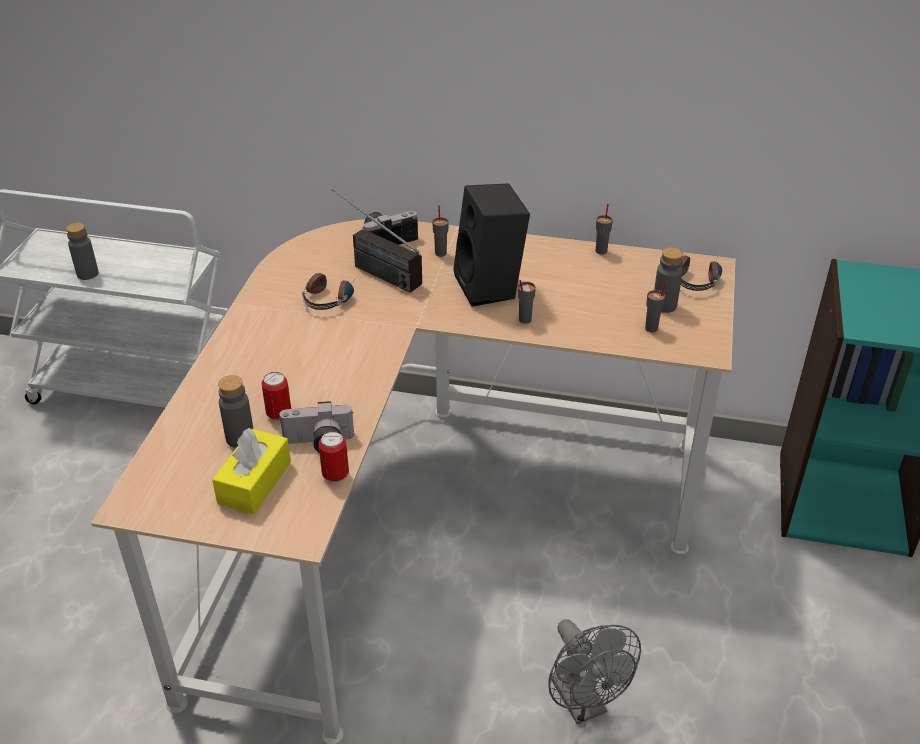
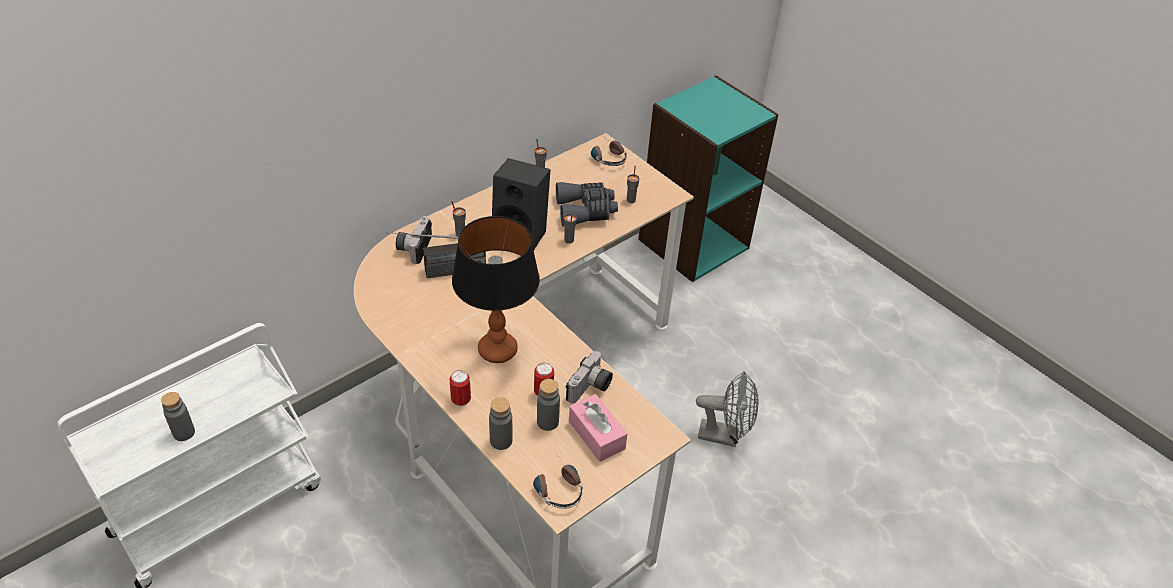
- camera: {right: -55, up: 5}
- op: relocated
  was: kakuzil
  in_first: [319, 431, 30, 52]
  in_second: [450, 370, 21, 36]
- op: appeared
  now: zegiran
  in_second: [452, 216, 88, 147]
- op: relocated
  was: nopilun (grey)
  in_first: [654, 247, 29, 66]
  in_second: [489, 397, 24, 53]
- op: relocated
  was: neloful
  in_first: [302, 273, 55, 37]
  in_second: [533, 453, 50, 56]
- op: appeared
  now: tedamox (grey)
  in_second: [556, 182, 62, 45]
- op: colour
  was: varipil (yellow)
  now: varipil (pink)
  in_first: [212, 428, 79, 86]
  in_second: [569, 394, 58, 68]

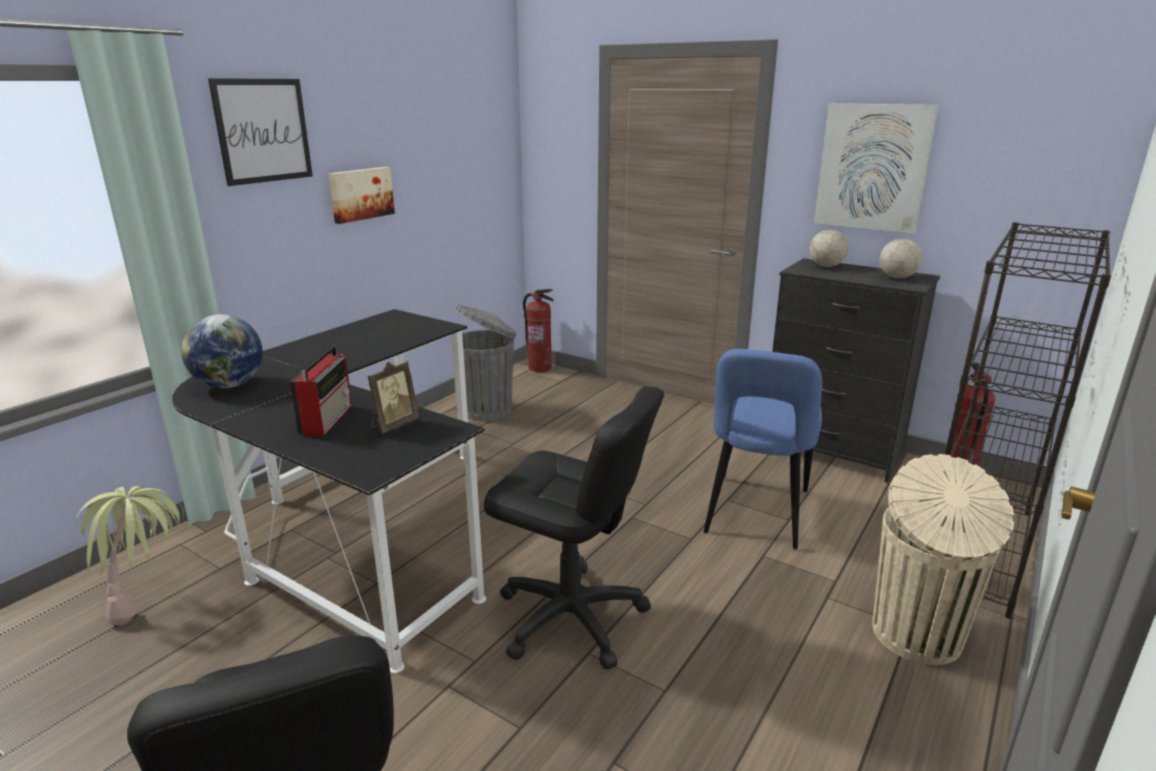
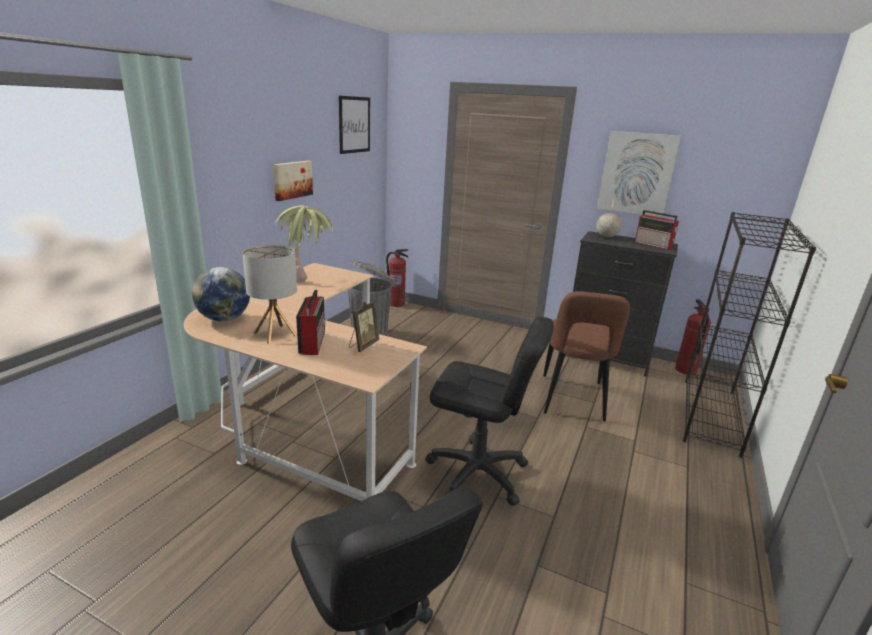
- camera: {right: -10, up: 0}
- op: colour
  was: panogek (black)
  now: panogek (beige)
  in_first: [172, 309, 314, 364]
  in_second: [184, 263, 243, 238]
- op: appeared
  now: zegiran
  in_second: [242, 245, 55, 99]
- op: relocated
  was: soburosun
  in_first: [75, 486, 109, 139]
  in_second: [275, 205, 58, 78]
- op: relocated
  was: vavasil
  in_first: [208, 78, 105, 108]
  in_second: [339, 96, 31, 58]
- op: colour
  was: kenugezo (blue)
  now: kenugezo (brown)
  in_first: [704, 349, 118, 200]
  in_second: [543, 291, 87, 130]
- op: exchanged
  was: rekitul
  now: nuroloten
  in_first: [880, 216, 42, 62]
  in_second: [635, 210, 44, 40]
- op: missing
  was: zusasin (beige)
  in_first: [872, 454, 142, 211]

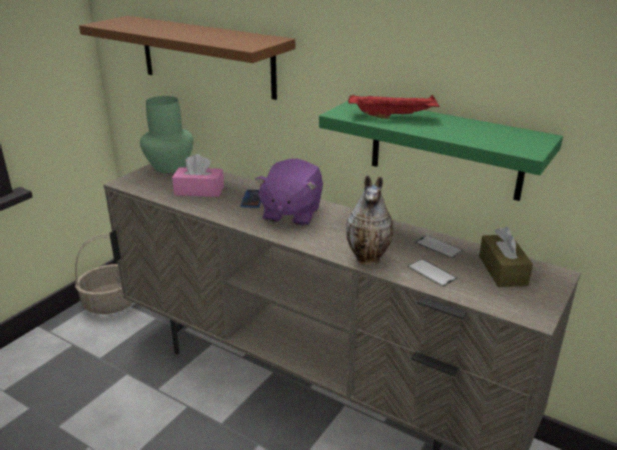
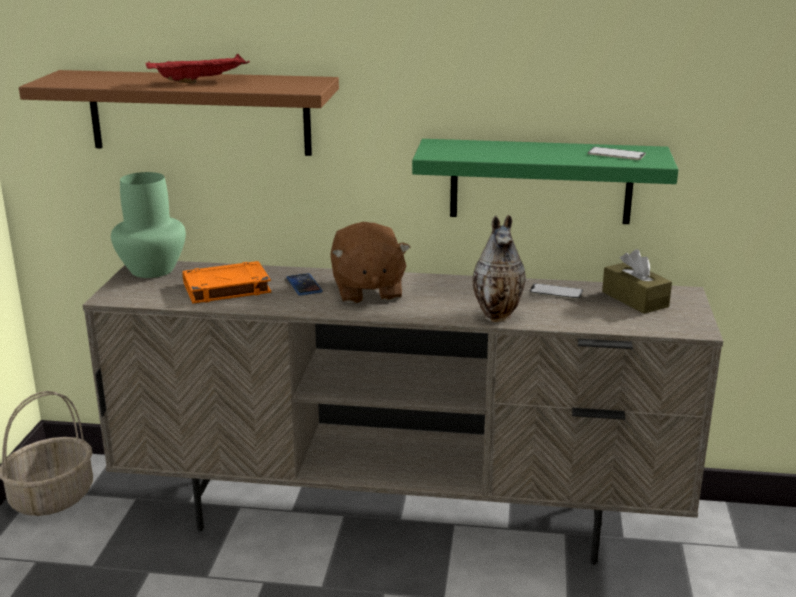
- camera: {right: -25, up: -5}
- op: relocated
  was: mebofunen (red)
  in_first: [348, 94, 92, 25]
  in_second: [146, 54, 104, 29]
- op: exchanged
  was: varipil (pink)
  now: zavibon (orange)
  in_first: [172, 154, 52, 43]
  in_second: [182, 261, 89, 43]
- op: colour
  was: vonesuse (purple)
  now: vonesuse (brown)
  in_first: [255, 159, 68, 67]
  in_second: [331, 222, 79, 82]
- op: relocated
  was: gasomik
  in_first: [408, 259, 49, 28]
  in_second: [588, 147, 58, 13]

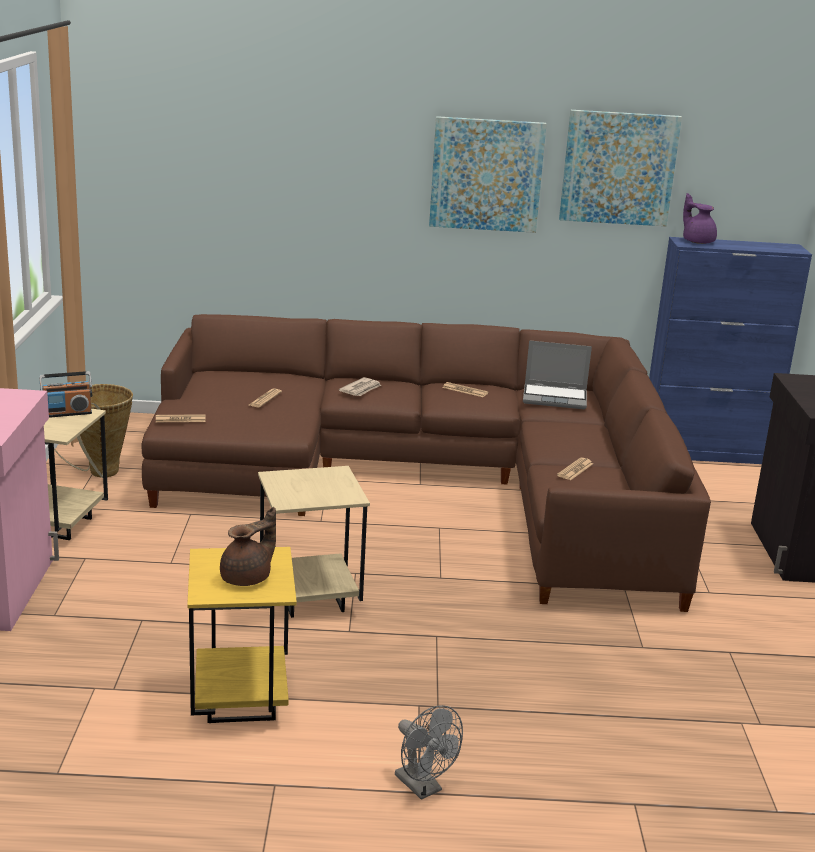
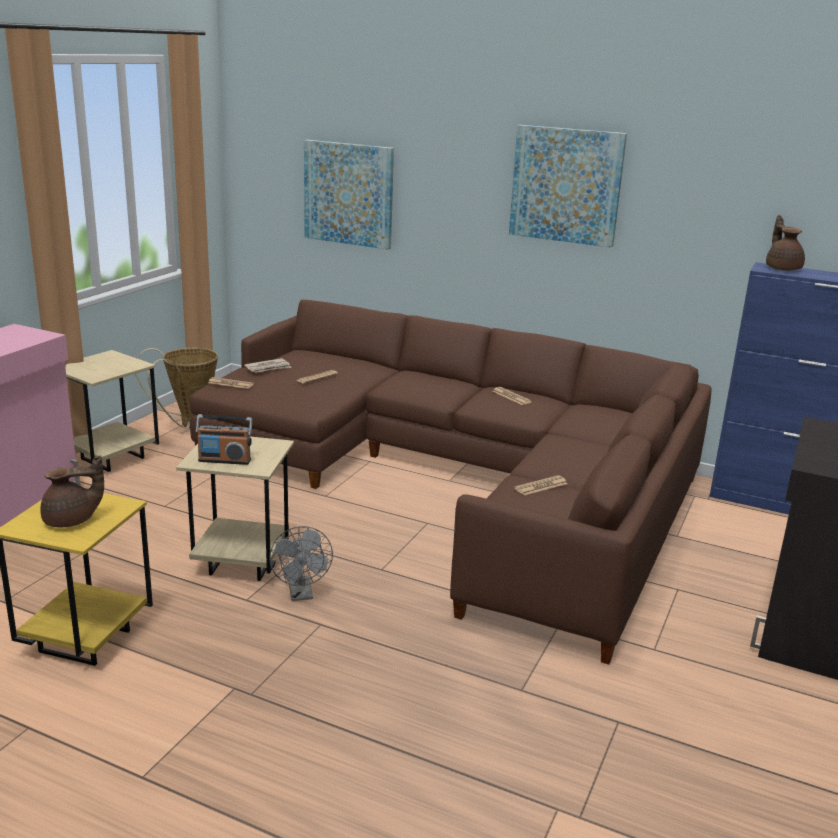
- camera: {right: 25, up: 0}
- op: relocated
  was: nuroloten
  in_first: [39, 371, 53, 47]
  in_second: [196, 414, 56, 51]
- op: relocated
  was: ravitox
  in_first: [339, 377, 42, 19]
  in_second: [244, 358, 48, 15]
- op: relocated
  was: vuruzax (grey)
  in_first: [395, 705, 68, 95]
  in_second: [269, 526, 64, 75]
- op: relocated
  was: vavasil
  in_first: [559, 110, 123, 116]
  in_second: [304, 140, 90, 110]
- op: colour
  was: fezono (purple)
  now: fezono (brown)
  in_first: [683, 193, 34, 51]
  in_second: [766, 215, 39, 56]
- op: missing
  was: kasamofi
  in_first: [523, 340, 69, 69]

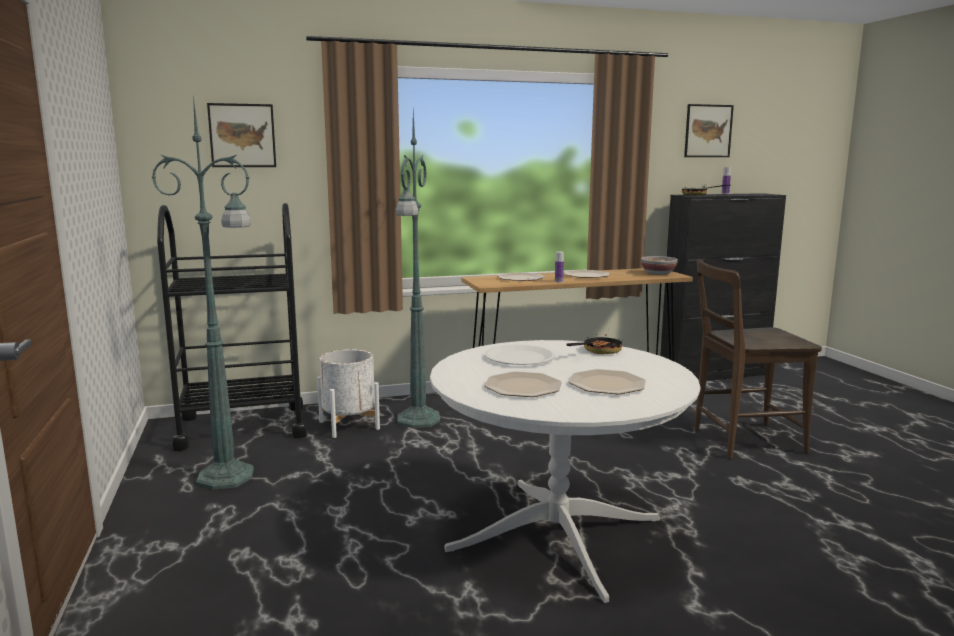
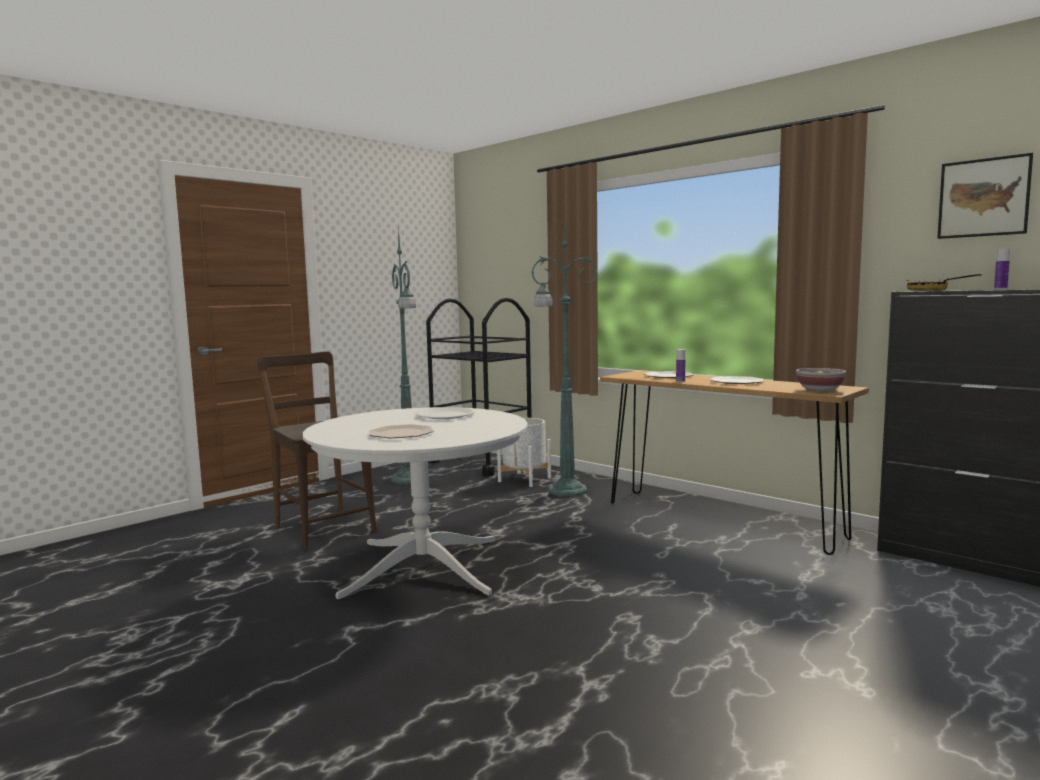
- camera: {right: 60, up: -5}
- op: relocated
  was: kenugezo (brown)
  in_first: [694, 260, 128, 199]
  in_second: [258, 351, 120, 199]
- op: missing
  was: vavasil
  in_first: [207, 103, 69, 64]
- op: missing
  was: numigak
  in_first: [484, 371, 77, 26]
- op: missing
  was: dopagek
  in_first: [566, 334, 56, 20]

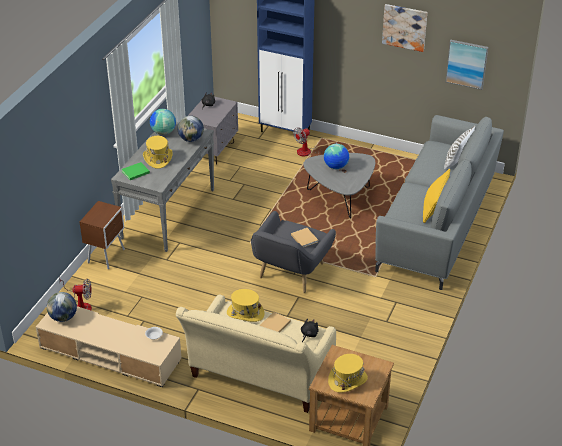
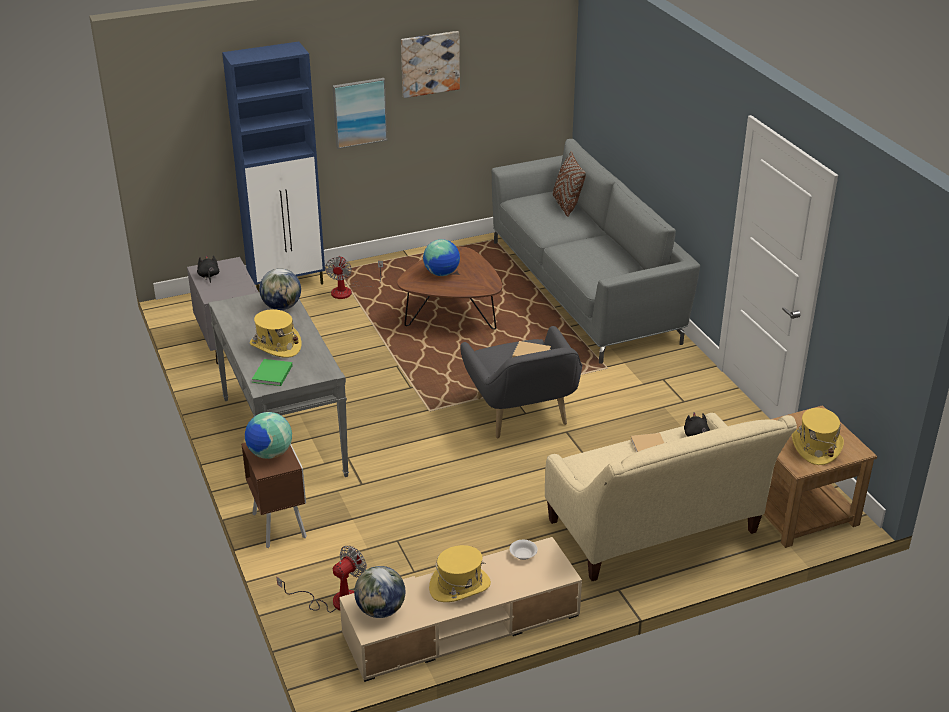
- camera: {right: -45, up: -5}
- op: relocated
  was: rekitul
  in_first: [150, 109, 26, 26]
  in_second: [245, 412, 47, 47]
- op: relocated
  was: vavasil
  in_first: [445, 40, 43, 50]
  in_second: [333, 78, 54, 71]
- op: colour
  was: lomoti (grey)
  now: lomoti (brown)
  in_first: [303, 153, 72, 66]
  in_second: [397, 246, 105, 83]
- op: relocated
  was: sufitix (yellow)
  in_first: [227, 289, 37, 33]
  in_second: [429, 545, 62, 57]
- op: colour
  was: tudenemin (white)
  now: tudenemin (brown)
  in_first: [444, 126, 31, 43]
  in_second: [553, 151, 33, 66]
- op: missing
  was: tudenemin (yellow)
  in_first: [423, 169, 27, 54]

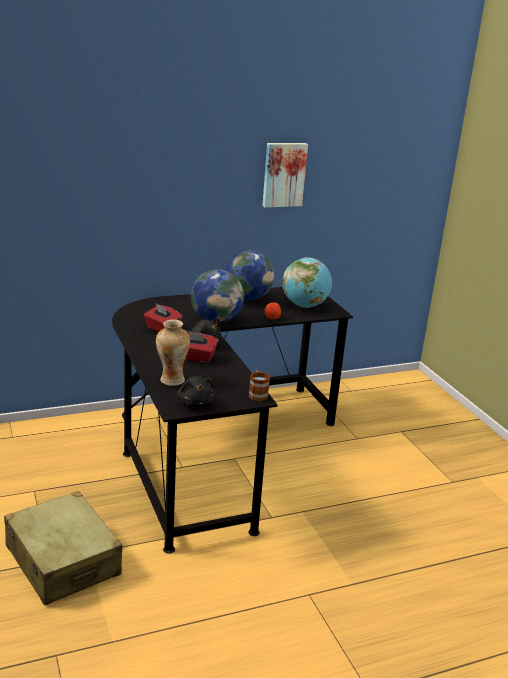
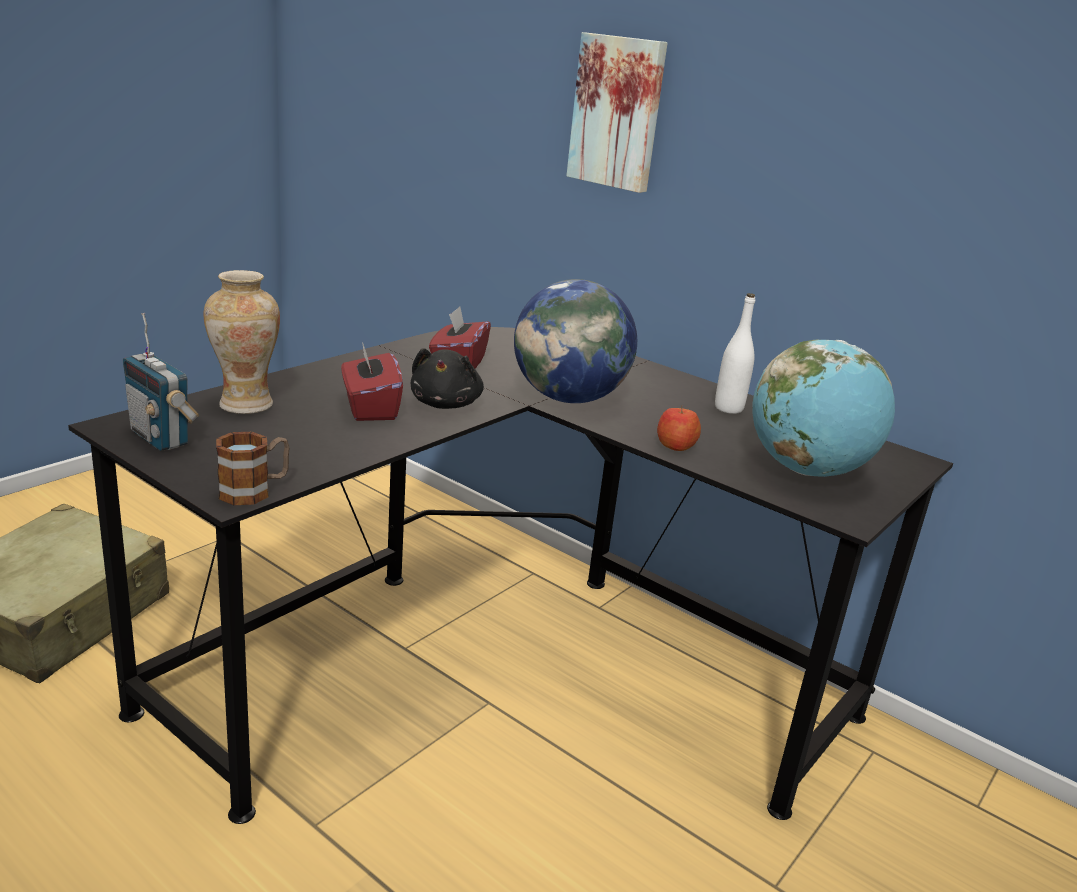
- camera: {right: 60, up: 0}
- op: exchanged
  was: vonesuse (black)
  now: nuroloten
  in_first: [177, 376, 38, 31]
  in_second: [123, 313, 77, 138]
- op: relocated
  was: vavasil
  in_first: [262, 143, 46, 65]
  in_second: [566, 32, 102, 161]
- op: exchanged
  was: rekitul
  now: nopilun (white)
  in_first: [225, 251, 49, 49]
  in_second: [715, 293, 40, 121]

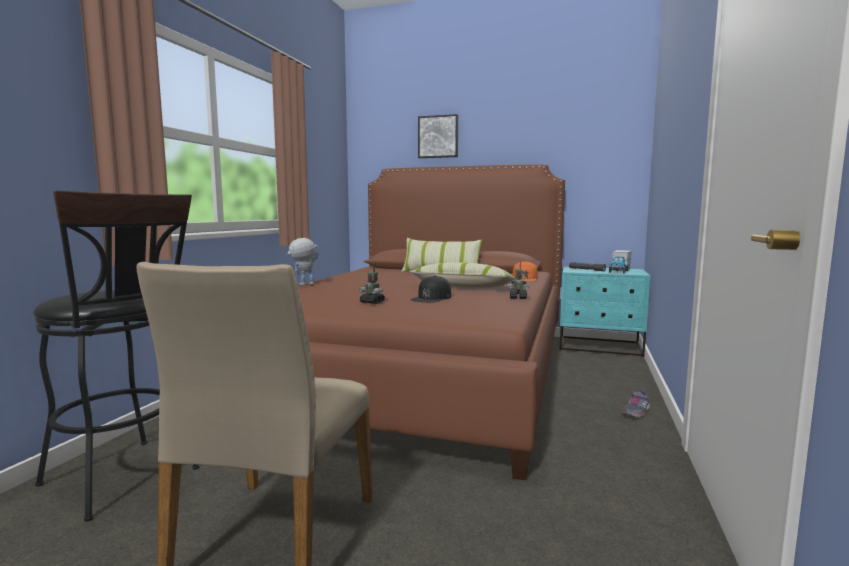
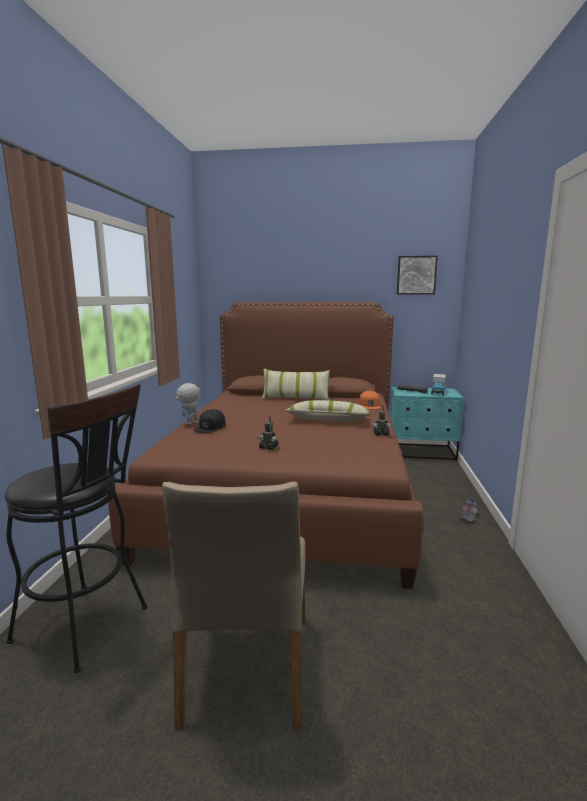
- camera: {right: -10, up: 5}
- op: relocated
  was: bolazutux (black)
  in_first: [411, 275, 40, 27]
  in_second: [193, 409, 33, 24]
- op: relocated
  was: vavasil
  in_first: [418, 114, 40, 44]
  in_second: [397, 256, 41, 39]

